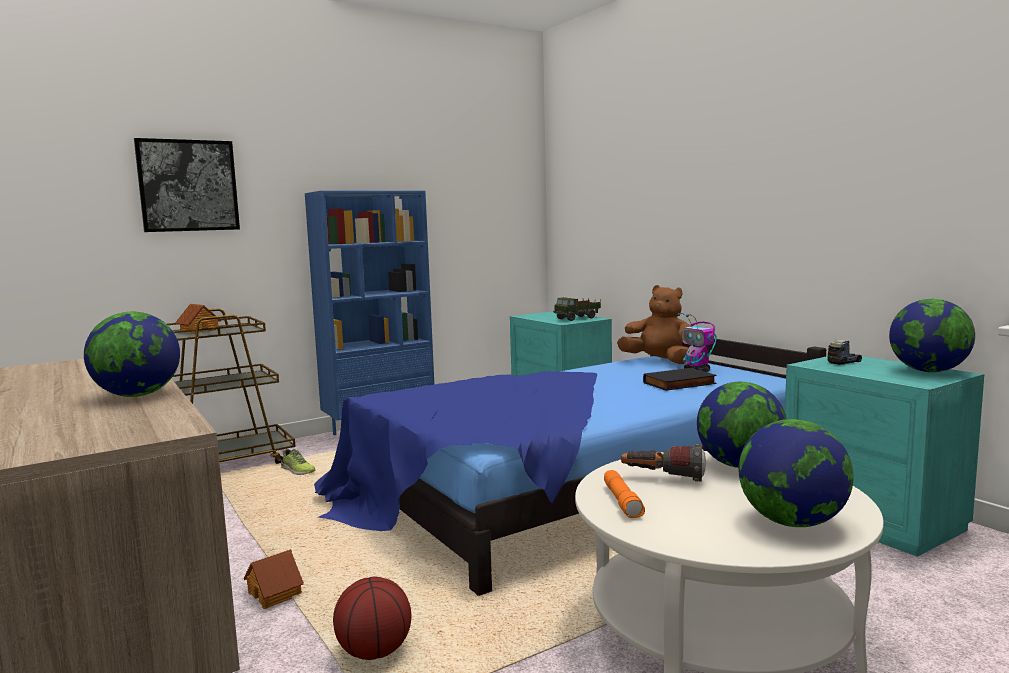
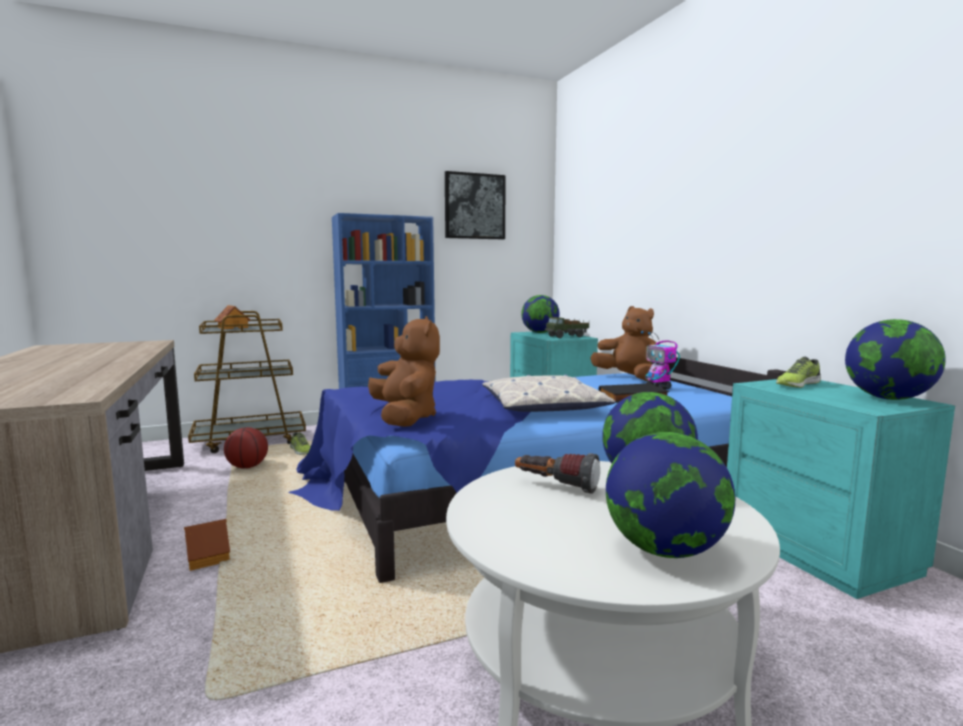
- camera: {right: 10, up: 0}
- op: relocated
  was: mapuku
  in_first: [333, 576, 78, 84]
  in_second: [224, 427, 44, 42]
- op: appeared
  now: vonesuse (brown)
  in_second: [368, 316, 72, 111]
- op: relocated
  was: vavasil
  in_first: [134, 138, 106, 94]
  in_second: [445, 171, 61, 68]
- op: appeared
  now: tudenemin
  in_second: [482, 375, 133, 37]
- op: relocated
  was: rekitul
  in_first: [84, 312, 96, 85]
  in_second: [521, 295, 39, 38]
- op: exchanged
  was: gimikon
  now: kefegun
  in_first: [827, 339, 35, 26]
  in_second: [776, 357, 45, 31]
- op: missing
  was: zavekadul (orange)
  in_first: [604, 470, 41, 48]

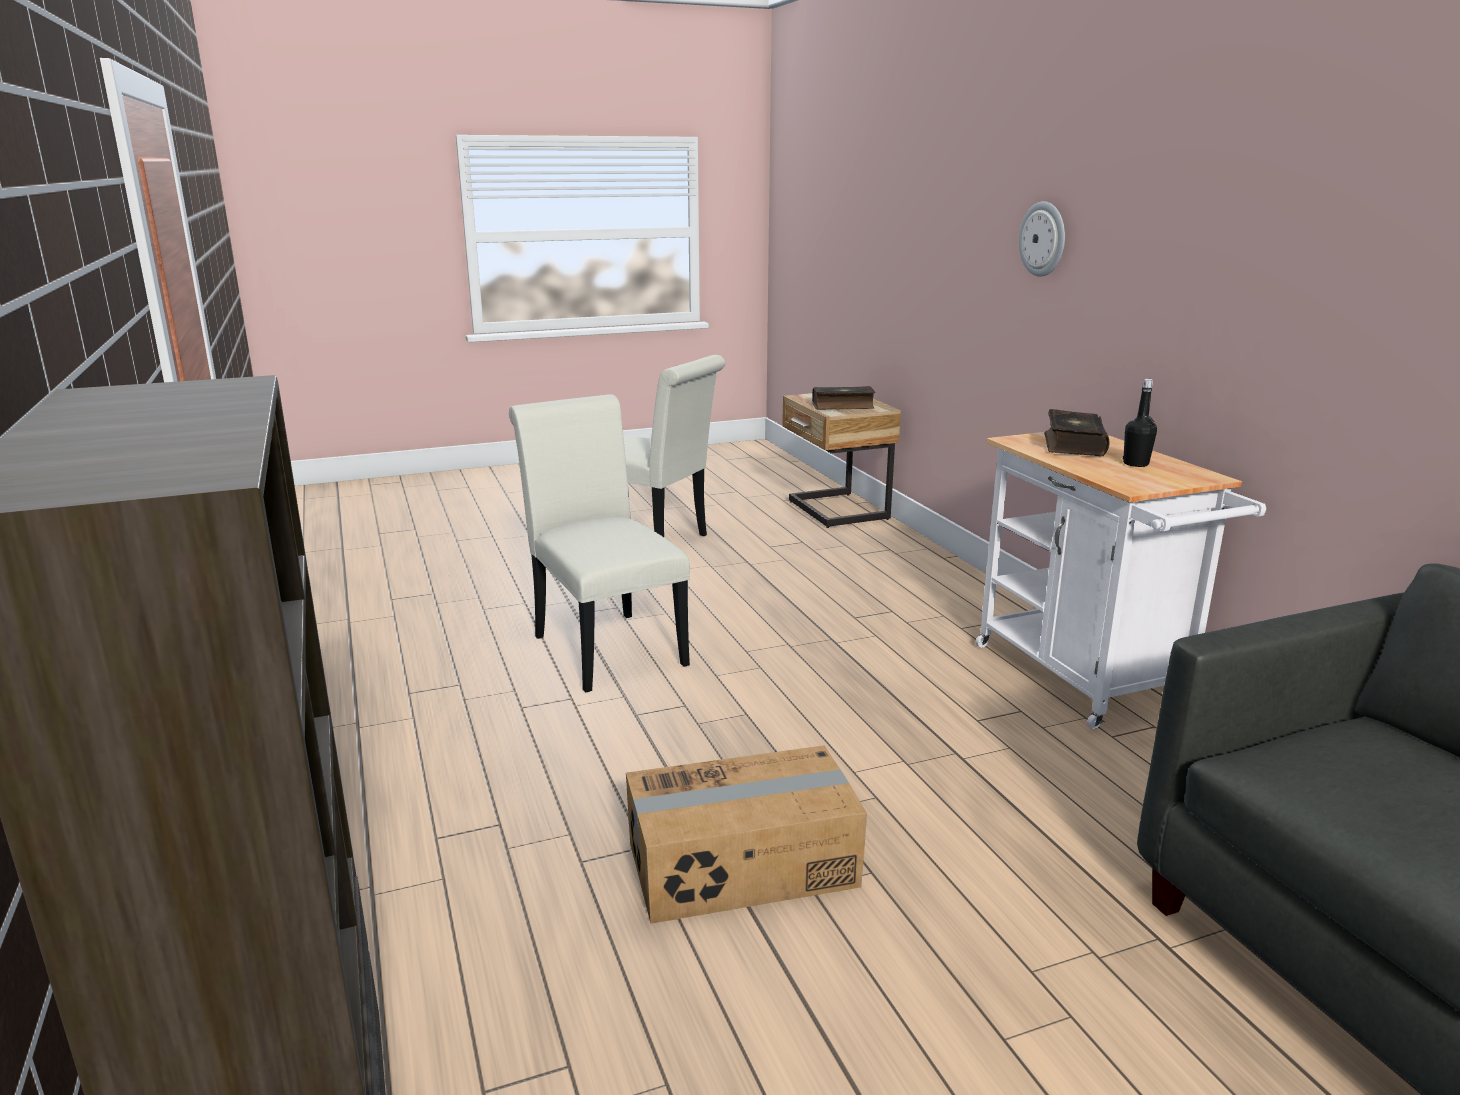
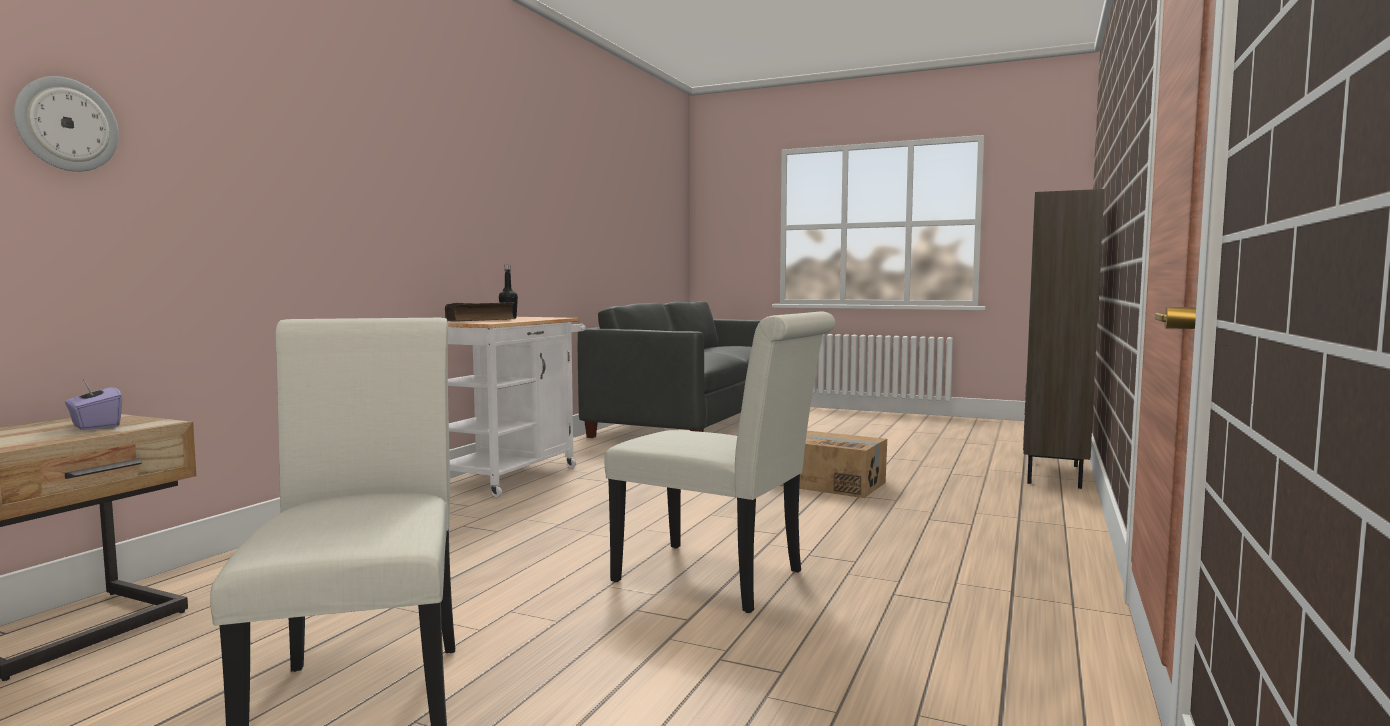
- camera: {right: -135, up: -15}
- op: relocated
  was: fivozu
  in_first: [1019, 201, 46, 76]
  in_second: [14, 76, 105, 96]
- op: exchanged
  was: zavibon
  now: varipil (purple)
  in_first: [812, 386, 63, 24]
  in_second: [65, 378, 57, 52]
- op: spun
  was: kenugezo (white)
  in_first: [509, 394, 181, 298]
  in_second: [604, 311, 231, 302]
  clockwise: -75

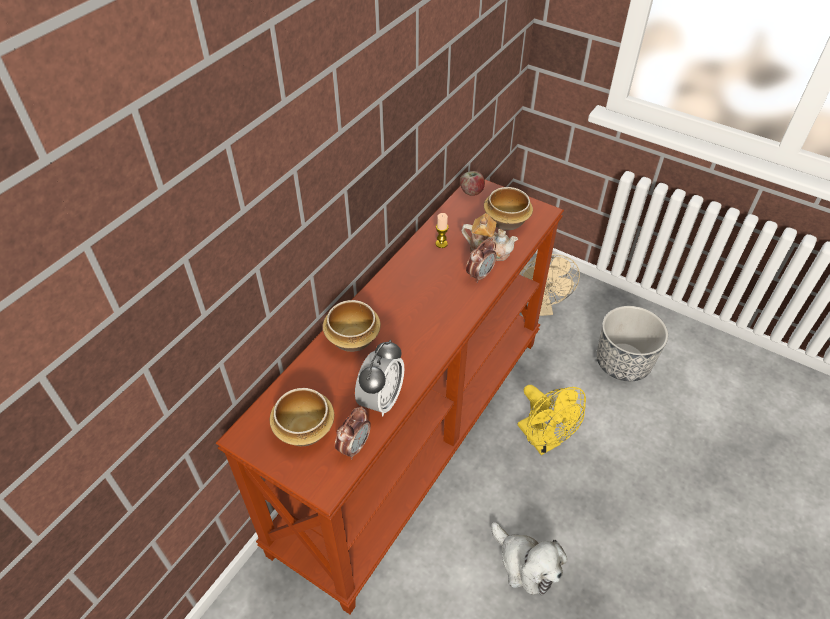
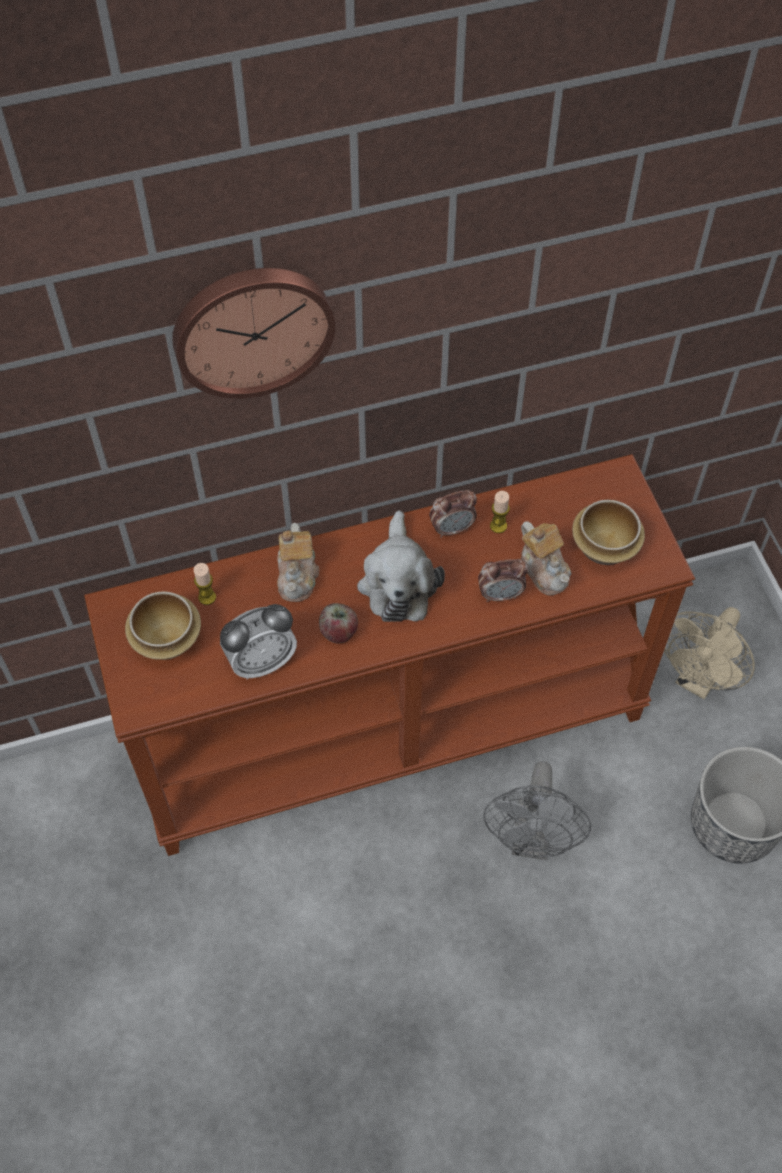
- camera: {right: 40, up: 10}
- op: appeared
  now: fivozu
  in_second: [173, 268, 163, 131]
- op: appeared
  now: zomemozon
  in_second: [194, 563, 22, 42]
- op: exchanged
  was: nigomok
  now: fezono
  in_first: [323, 300, 58, 52]
  in_second: [277, 523, 42, 79]
- op: relocated
  was: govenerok
  in_first: [460, 171, 25, 25]
  in_second: [319, 603, 39, 40]
- op: relocated
  was: vonesuse
  in_first: [491, 522, 76, 73]
  in_second: [357, 511, 88, 111]
- op: relocated
  was: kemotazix
  in_first: [335, 406, 36, 54]
  in_second: [429, 490, 48, 48]
- op: colour
  was: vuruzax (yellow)
  now: vuruzax (grey)
  in_first: [518, 385, 68, 70]
  in_second: [483, 761, 108, 99]

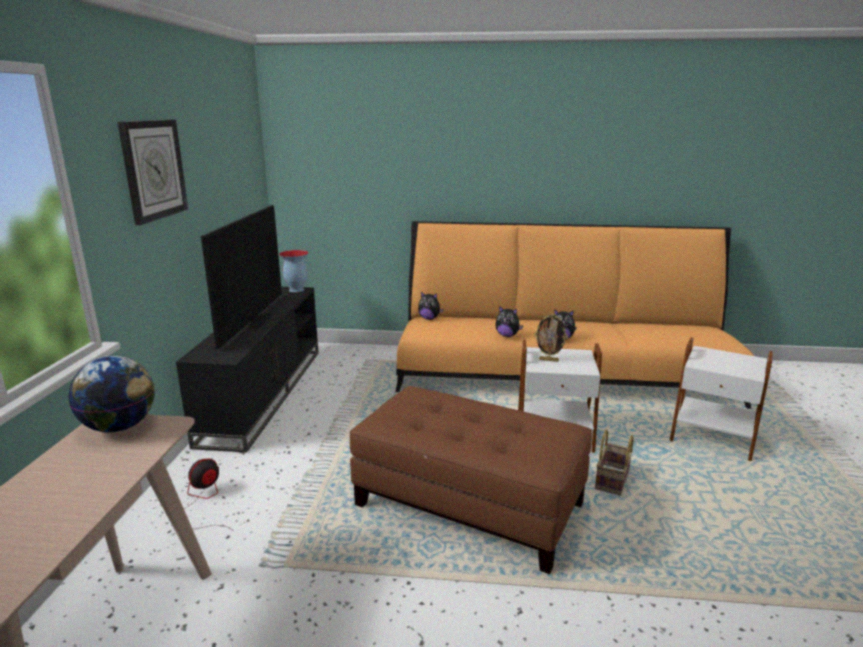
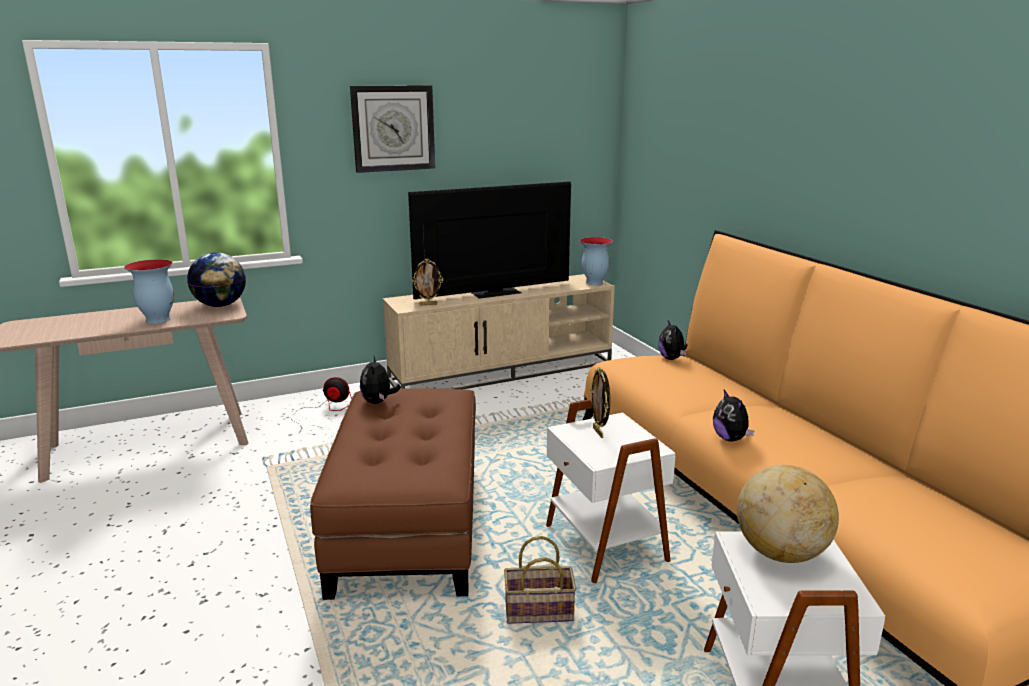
- camera: {right: 60, up: 0}
- op: appeared
  now: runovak
  in_second: [124, 259, 50, 65]
- op: relocated
  was: vonesuse
  in_first: [495, 306, 28, 31]
  in_second: [360, 355, 41, 49]
- op: colour
  was: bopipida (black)
  now: bopipida (beige)
  in_first: [176, 287, 143, 166]
  in_second: [383, 274, 232, 115]
- op: appeared
  now: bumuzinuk
  in_second: [412, 259, 31, 46]
- op: appeared
  now: rekitul
  in_second: [737, 465, 102, 98]

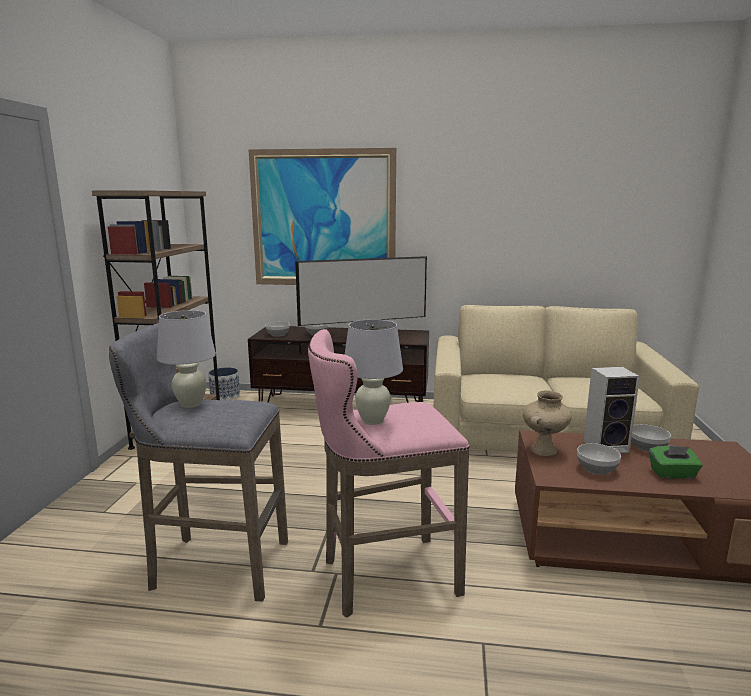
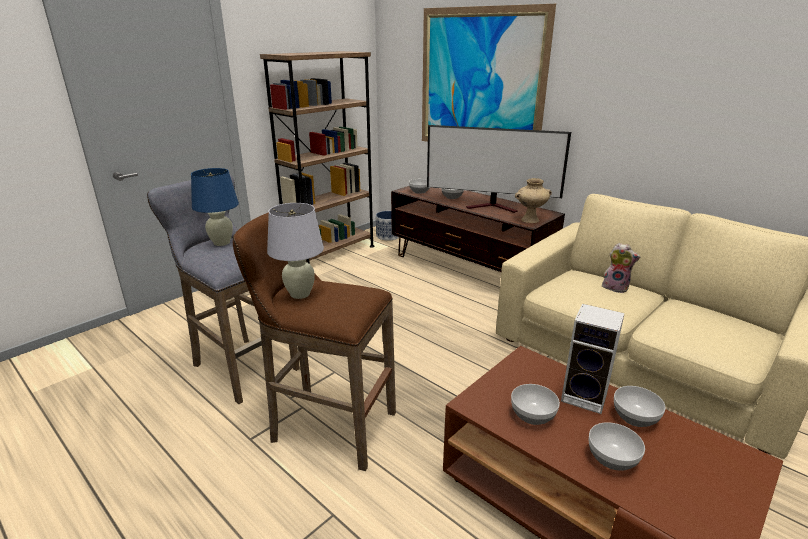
- camera: {right: 35, up: 10}
- op: colour
  was: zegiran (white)
  now: zegiran (blue)
  in_first: [156, 310, 60, 98]
  in_second: [191, 168, 48, 78]
- op: colour
  was: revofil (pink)
  now: revofil (brown)
  in_first: [308, 329, 162, 289]
  in_second: [233, 212, 163, 259]
- op: relocated
  was: runovak (beige)
  in_first: [523, 390, 49, 66]
  in_second: [515, 178, 37, 45]
- op: exchanged
  was: varipil (green)
  now: nigomok
  in_first: [649, 446, 54, 33]
  in_second: [589, 422, 56, 49]
- op: appeared
  now: vonesuse
  in_second: [602, 243, 38, 50]

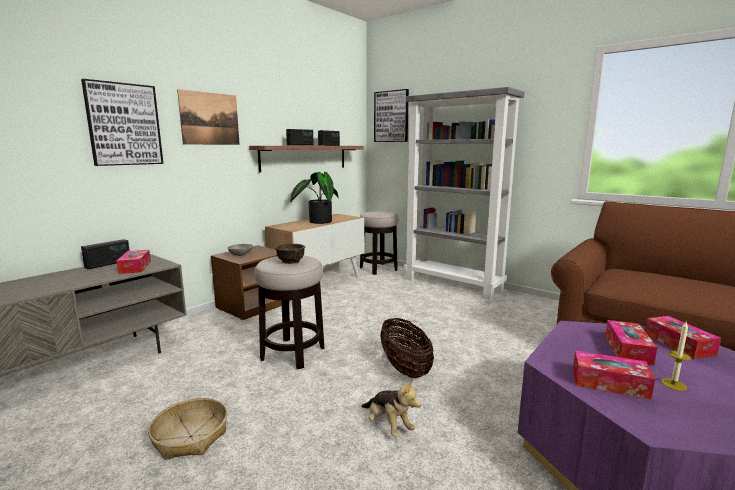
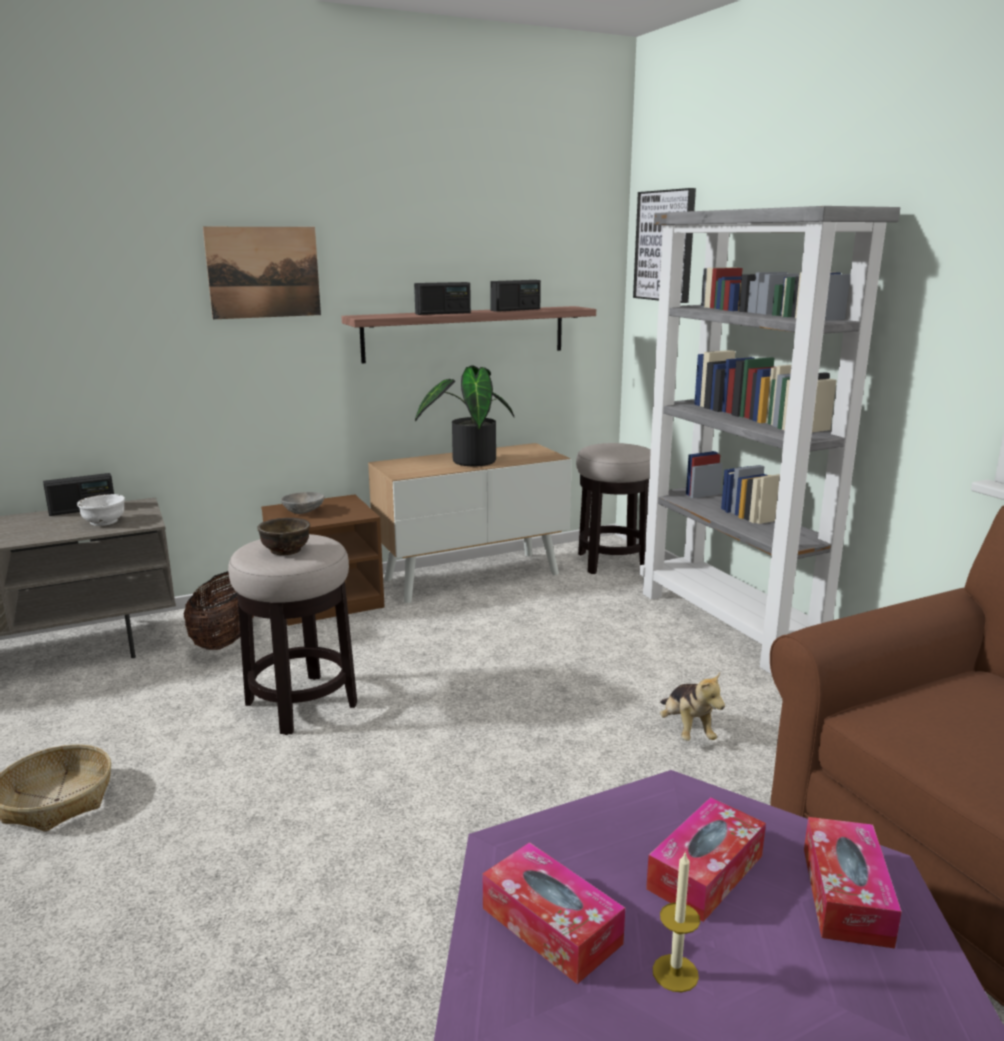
- camera: {right: 25, up: 5}
- op: exchanged
  was: varipil
  now: nigomok (white)
  in_first: [116, 250, 35, 24]
  in_second: [77, 494, 48, 32]
- op: relocated
  was: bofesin
  in_first: [380, 318, 54, 60]
  in_second: [184, 571, 70, 79]
- op: relocated
  was: vonesuse
  in_first: [361, 379, 60, 58]
  in_second: [660, 672, 65, 69]
- op: missing
  was: vavasil
  in_first: [81, 79, 82, 87]

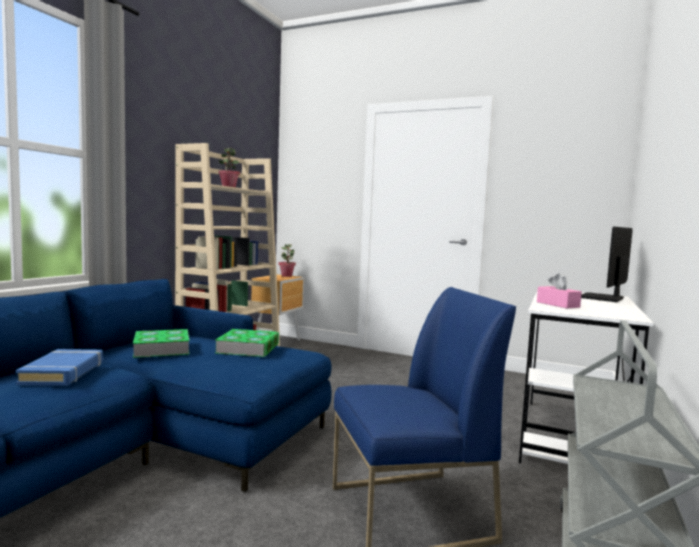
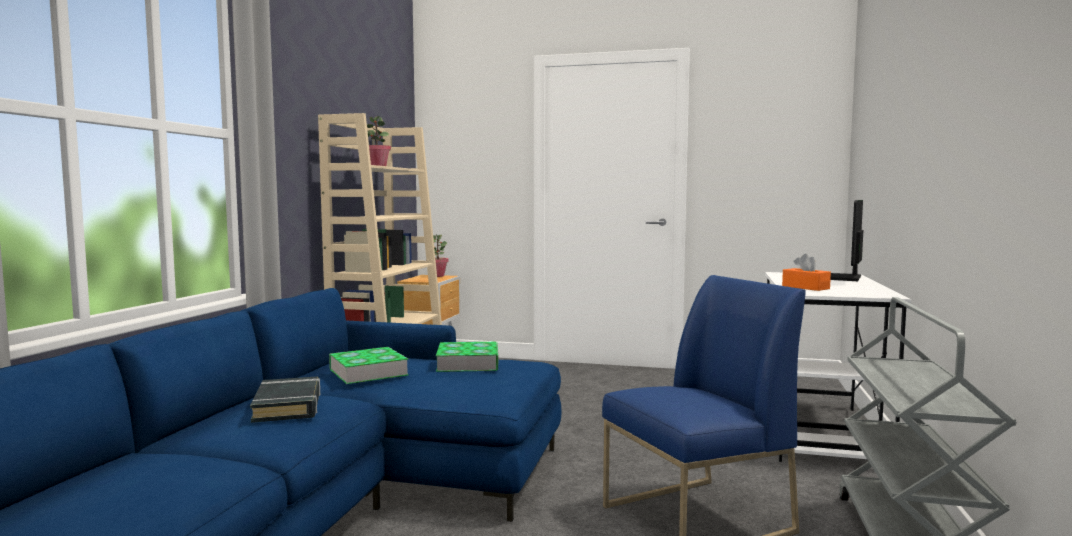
- camera: {right: -10, up: 0}
- op: colour
  was: zavibon (blue)
  now: zavibon (black)
  in_first: [16, 349, 87, 36]
  in_second: [250, 376, 70, 47]
- op: colour
  was: varipil (pink)
  now: varipil (orange)
  in_first: [537, 273, 45, 35]
  in_second: [782, 254, 49, 37]

